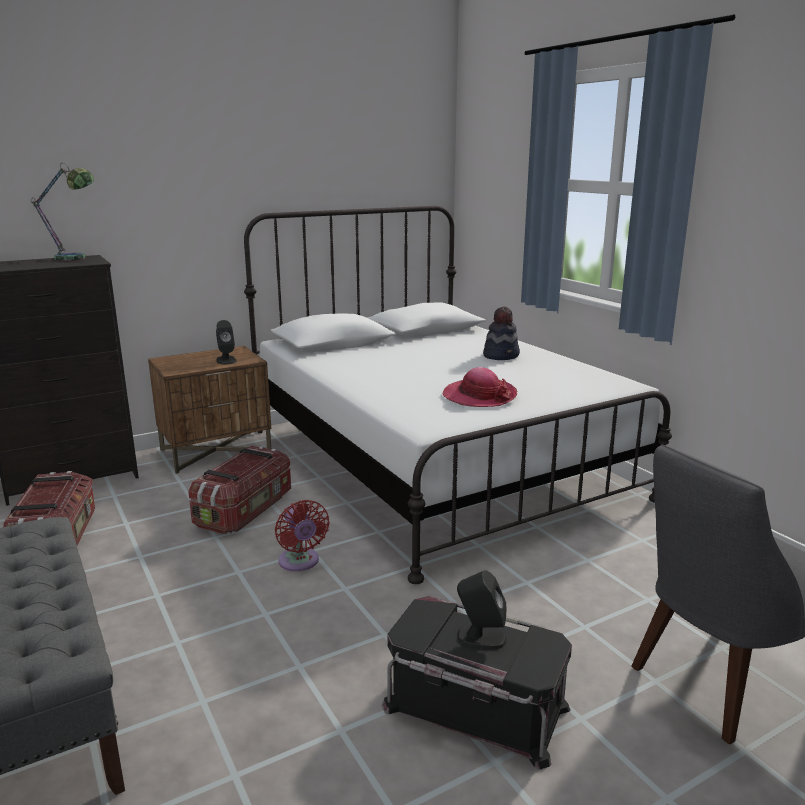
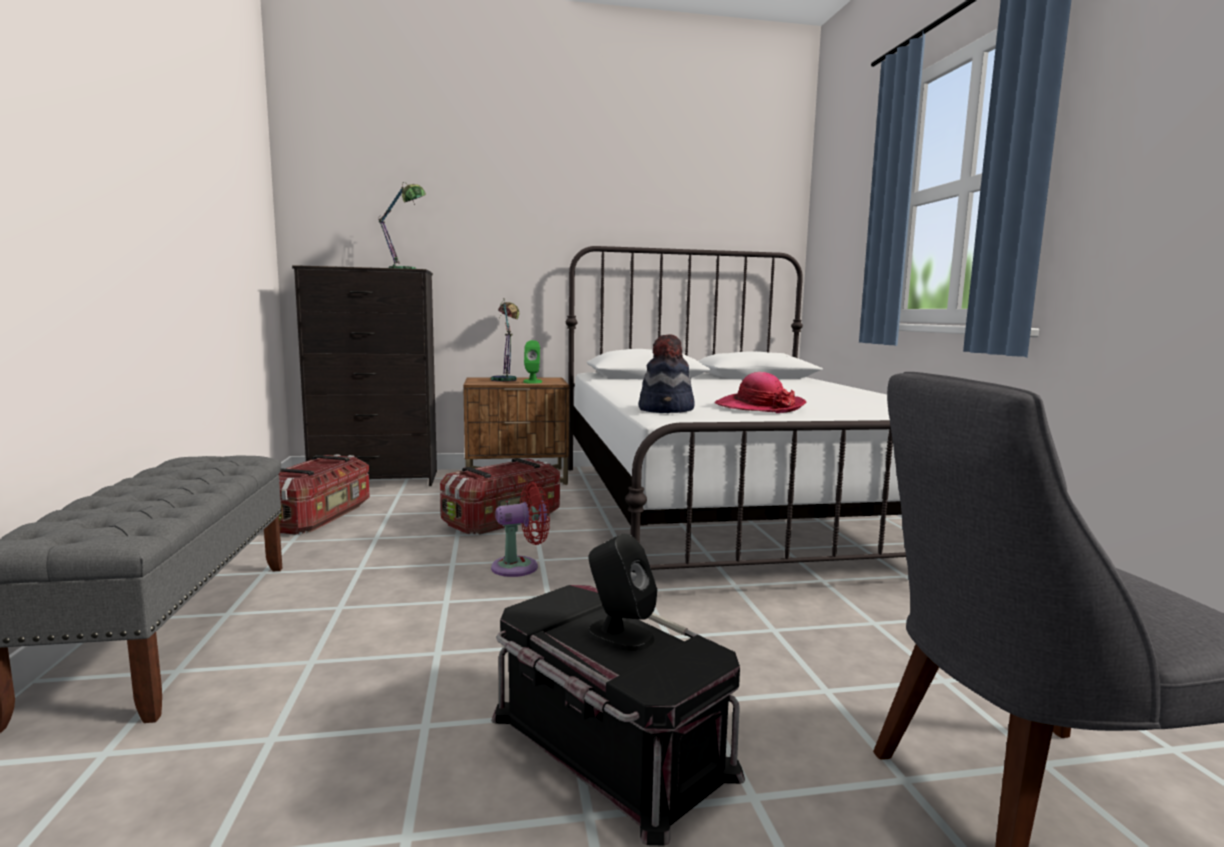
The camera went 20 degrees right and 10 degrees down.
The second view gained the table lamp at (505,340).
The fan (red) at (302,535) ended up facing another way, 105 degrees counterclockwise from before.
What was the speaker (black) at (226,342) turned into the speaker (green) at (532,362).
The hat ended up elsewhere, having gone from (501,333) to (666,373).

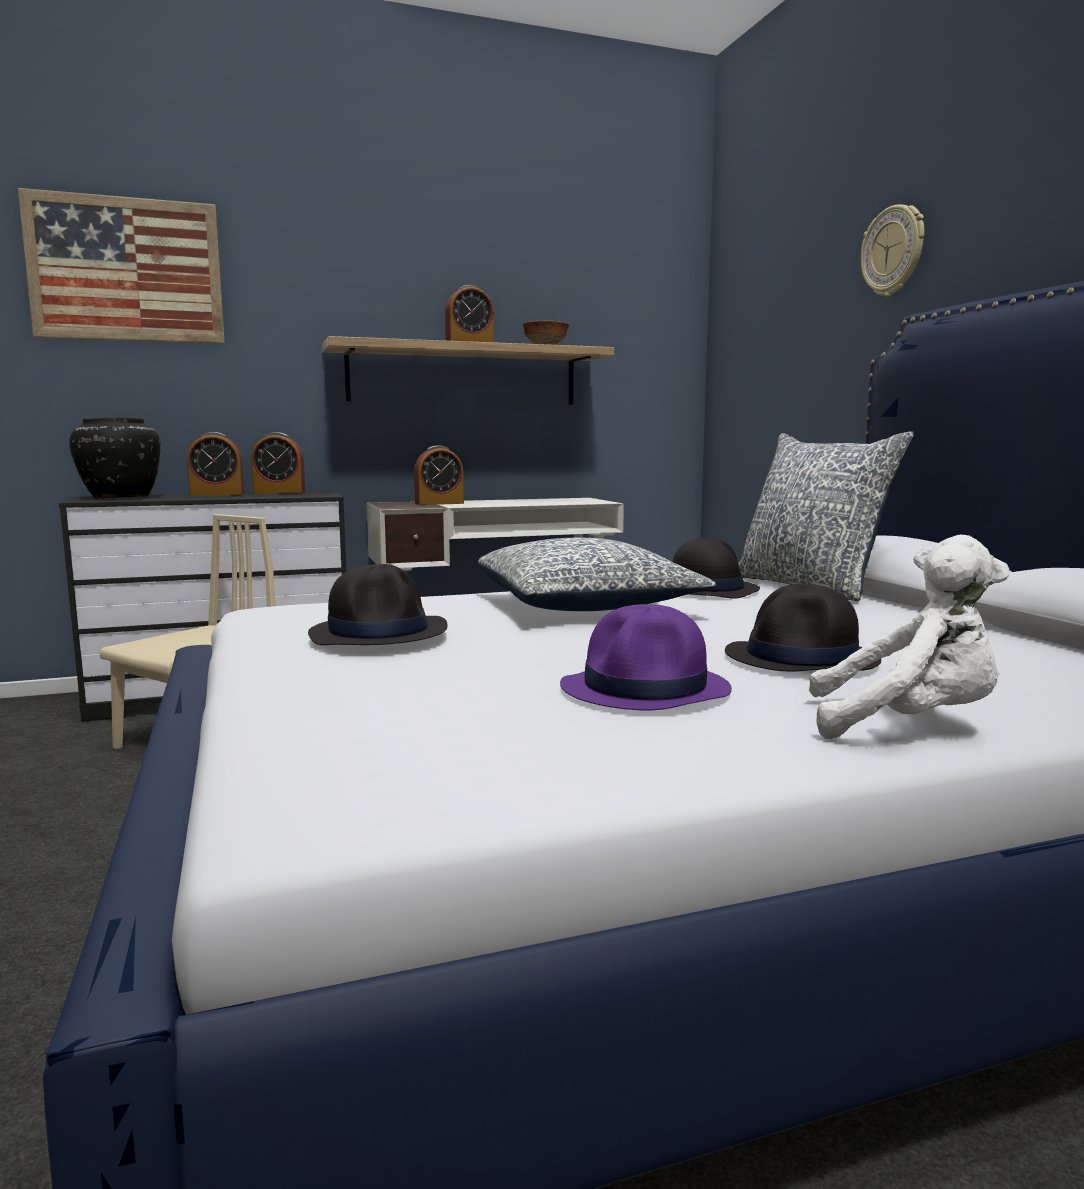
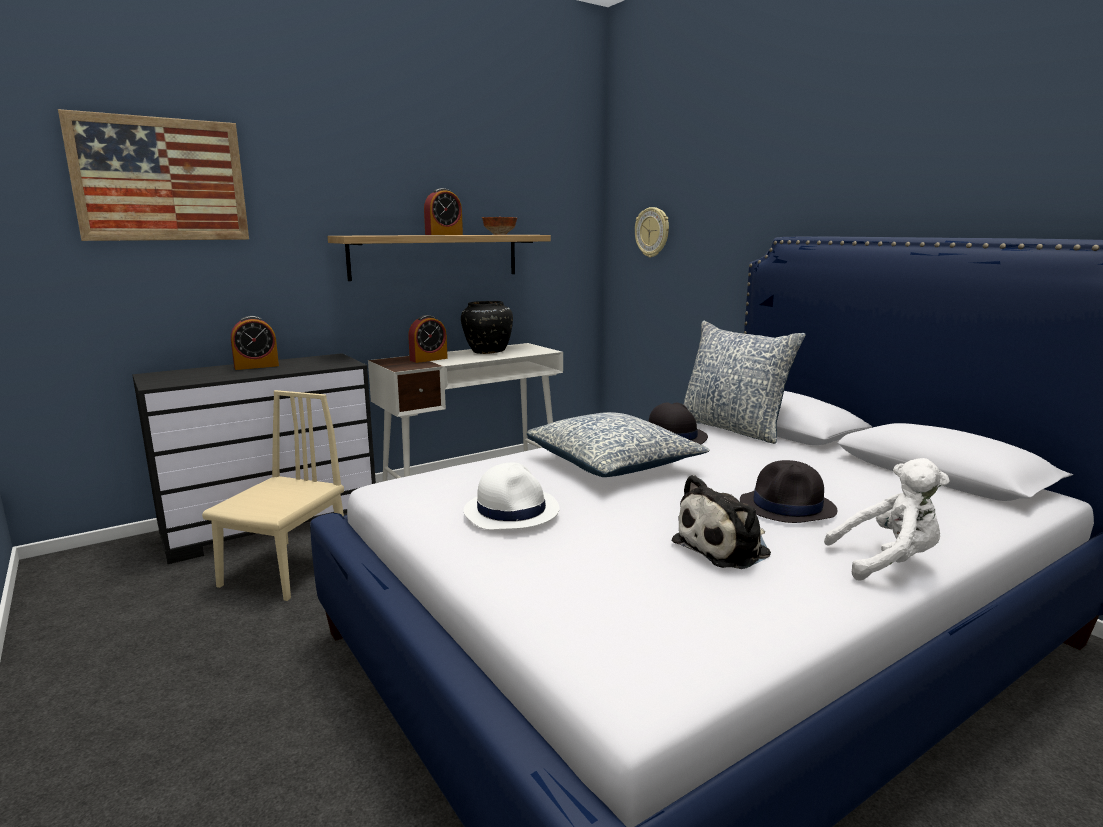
The camera went 15 degrees left and 5 degrees up.
The vase (black) ended up elsewhere, having gone from (115,457) to (487,327).
What was the hat (black) at (378,604) turned into the hat (white) at (511,496).
The wall clock ended up elsewhere, having gone from (892,250) to (652,232).
Where the hat (purple) stood at (646,657), the plush toy came to stand at (721,522).
The second view lost the alarm clock at (278,463).

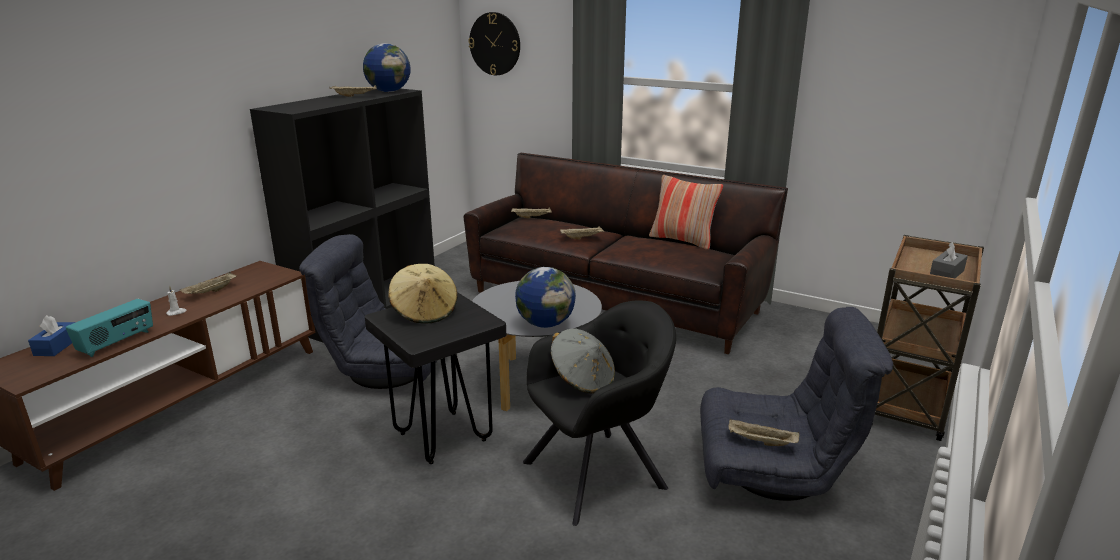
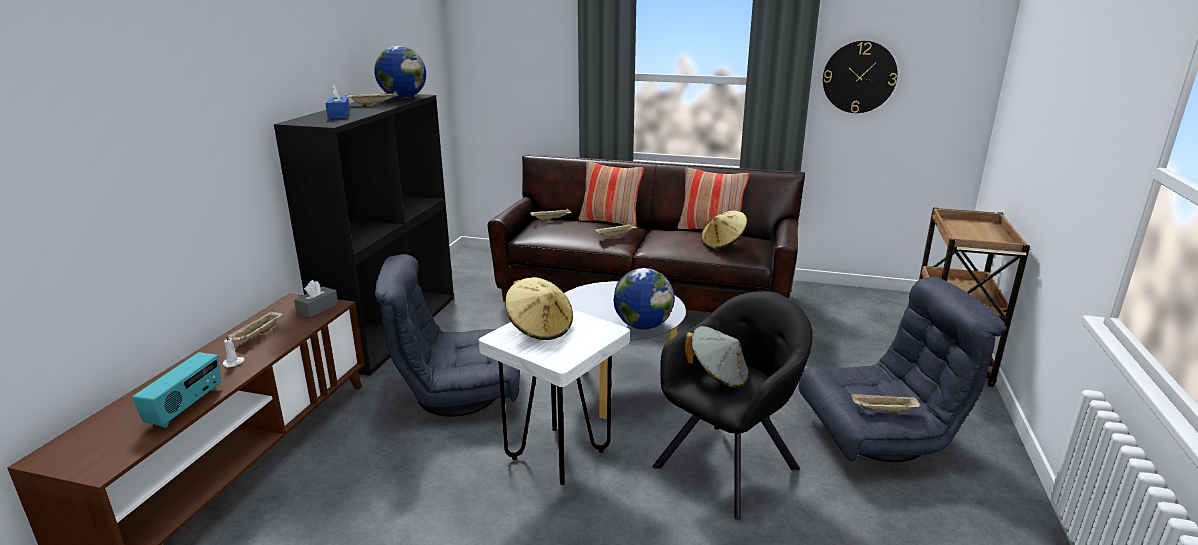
The camera went 15 degrees left and 0 degrees up.
The tissue box (grey) ended up elsewhere, having gone from (949,260) to (316,299).
The tissue box (blue) ended up elsewhere, having gone from (52,335) to (337,102).
What was the stool (black) at (435,378) turned into the stool (white) at (554,397).
The second view gained the pillow at (611,195).
The second view gained the hat (beige) at (724,230).
The wall clock ended up elsewhere, having gone from (494,43) to (860,77).

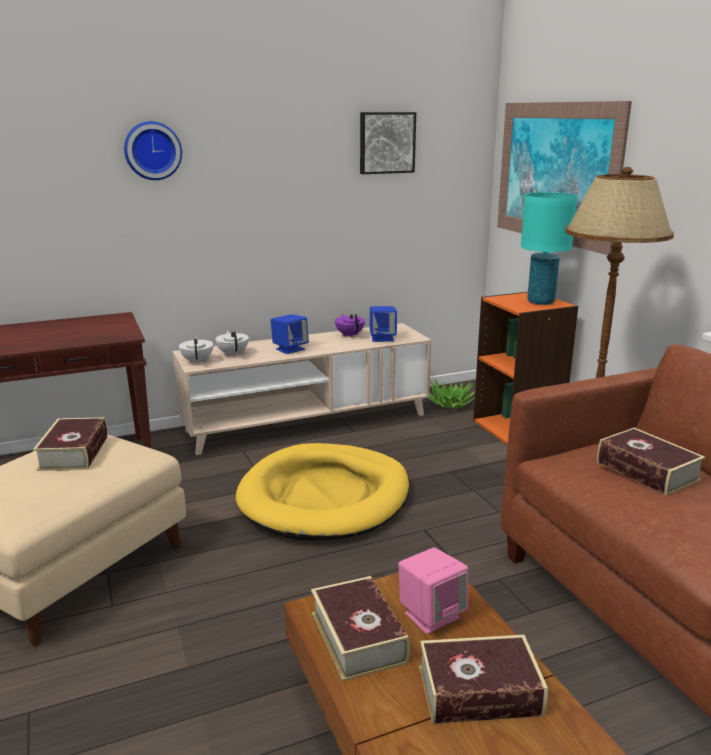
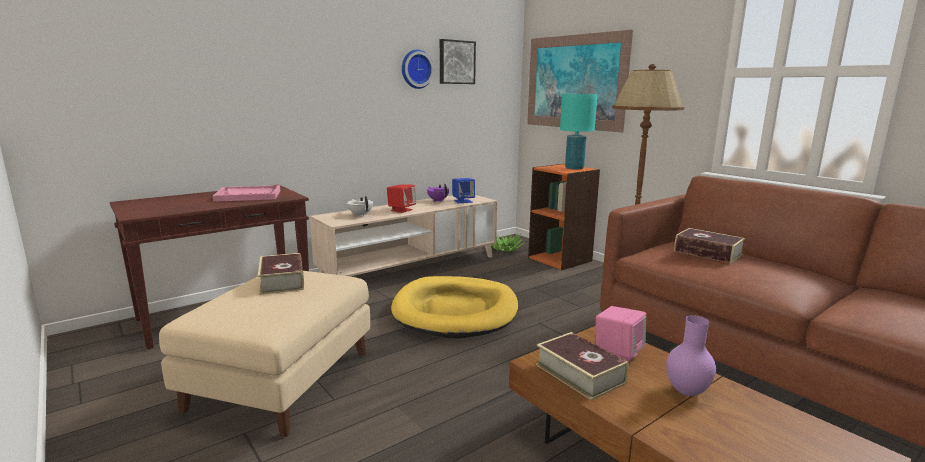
The camera went 15 degrees left and 5 degrees down.
The second view gained the tray (pink) at (246,193).
What was the speaker (blue) at (290,334) turned into the speaker (red) at (401,199).
The wall clock ended up elsewhere, having gone from (153,150) to (418,69).
Where the book stood at (483,679), the vase (purple) came to stand at (691,355).
The second view lost the teapot (white) at (196,350).

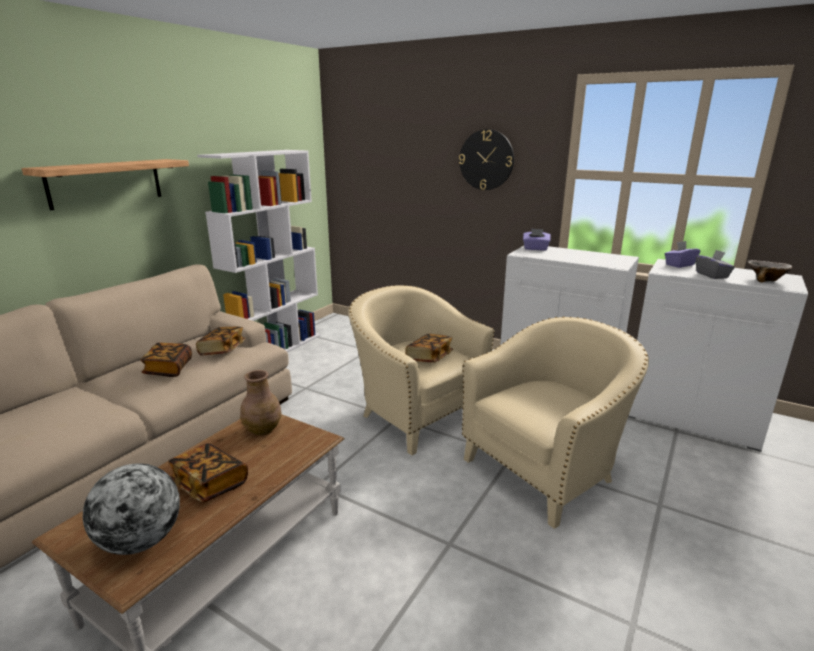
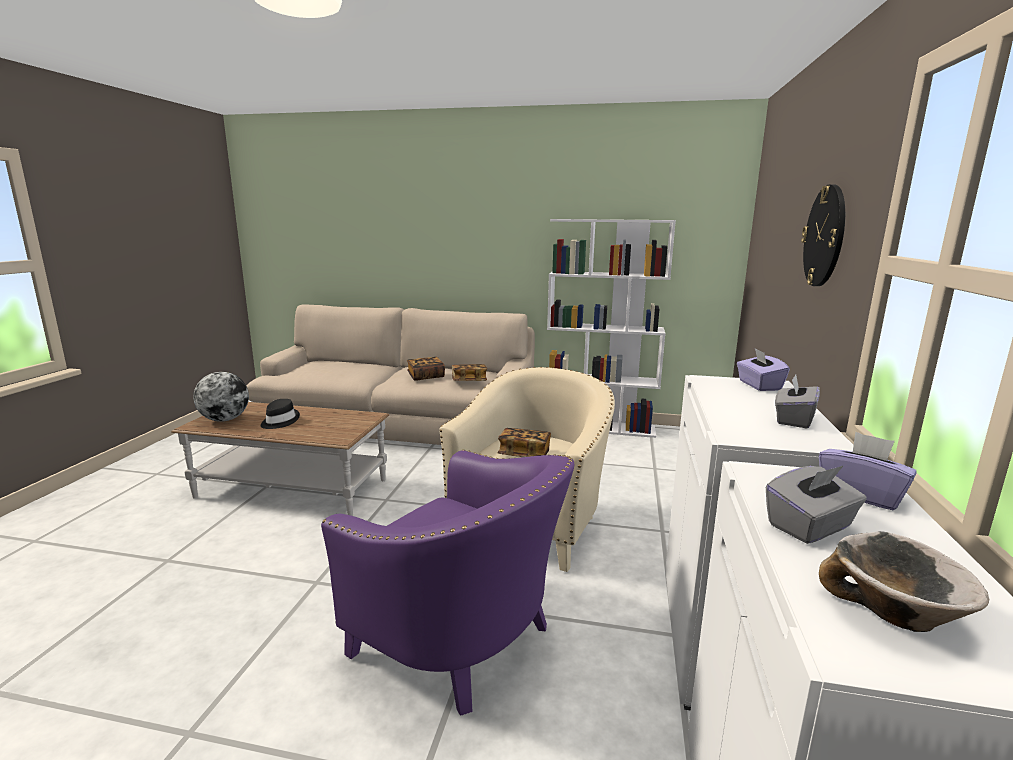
The camera went 70 degrees right and 5 degrees down.
Where the book stood at (208,473), the hat (black) came to stand at (280,414).
What was the armchair (beige) at (555,422) turned into the armchair (purple) at (447,583).
The second view gained the tissue box (grey) at (797,402).
The second view lost the shelf at (105,184).
The second view lost the vase (brown) at (260,403).

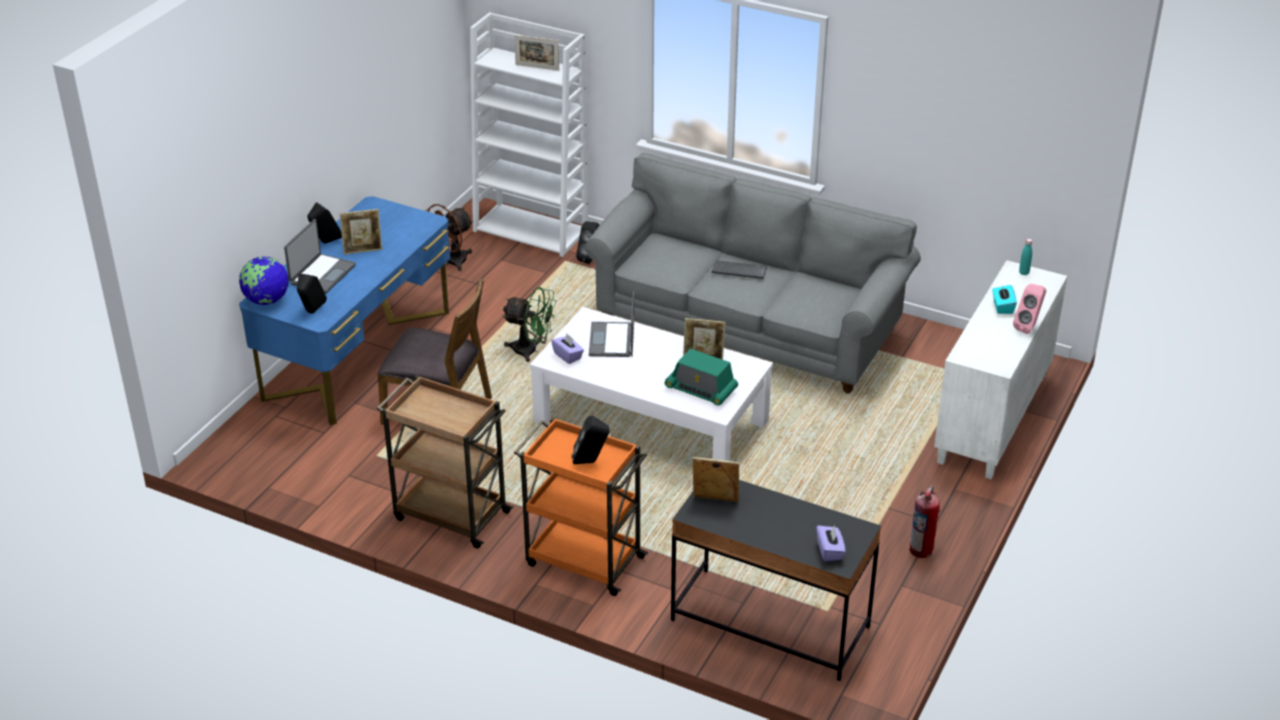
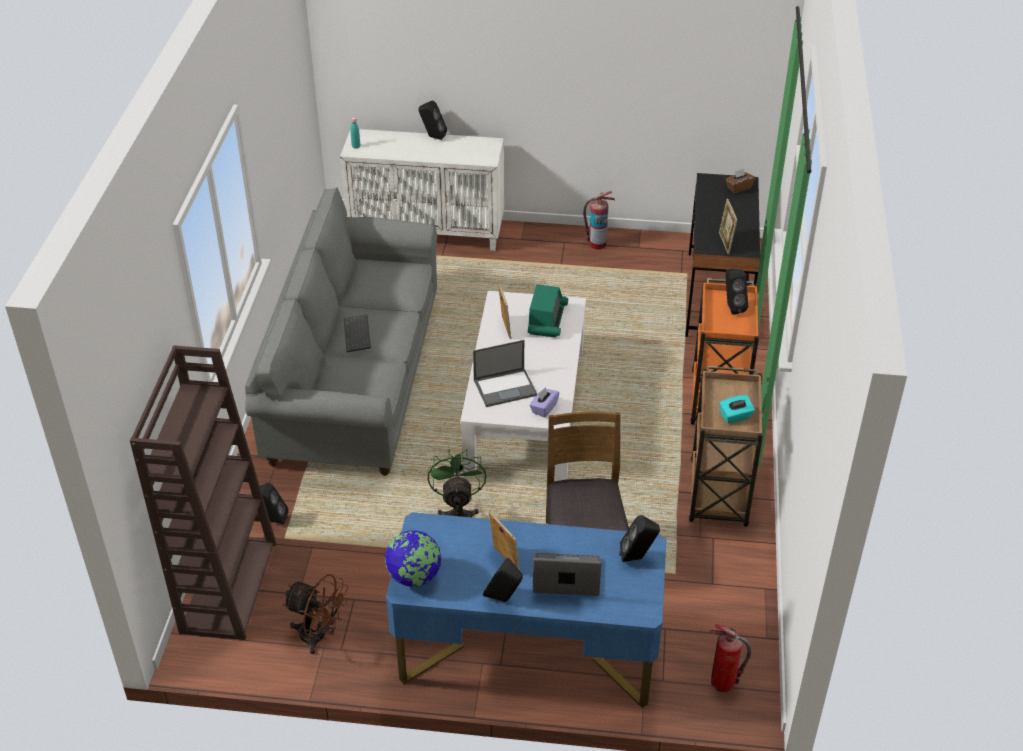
The camera went 110 degrees left and 5 degrees up.
What was the bookcase (white) at (529,134) turned into the bookcase (brown) at (203,492).
The globe ended up elsewhere, having gone from (264,281) to (413,559).
What was the speaker (pink) at (1029,309) turned into the speaker (black) at (432,120).
The second view gained the fire extinguisher at (730,658).
The tissue box (turquoise) ended up elsewhere, having gone from (1004,299) to (737,409).
What was the tissue box (purple) at (831,543) turned into the tissue box (brown) at (740,181).
The second view lost the picture frame at (536,53).

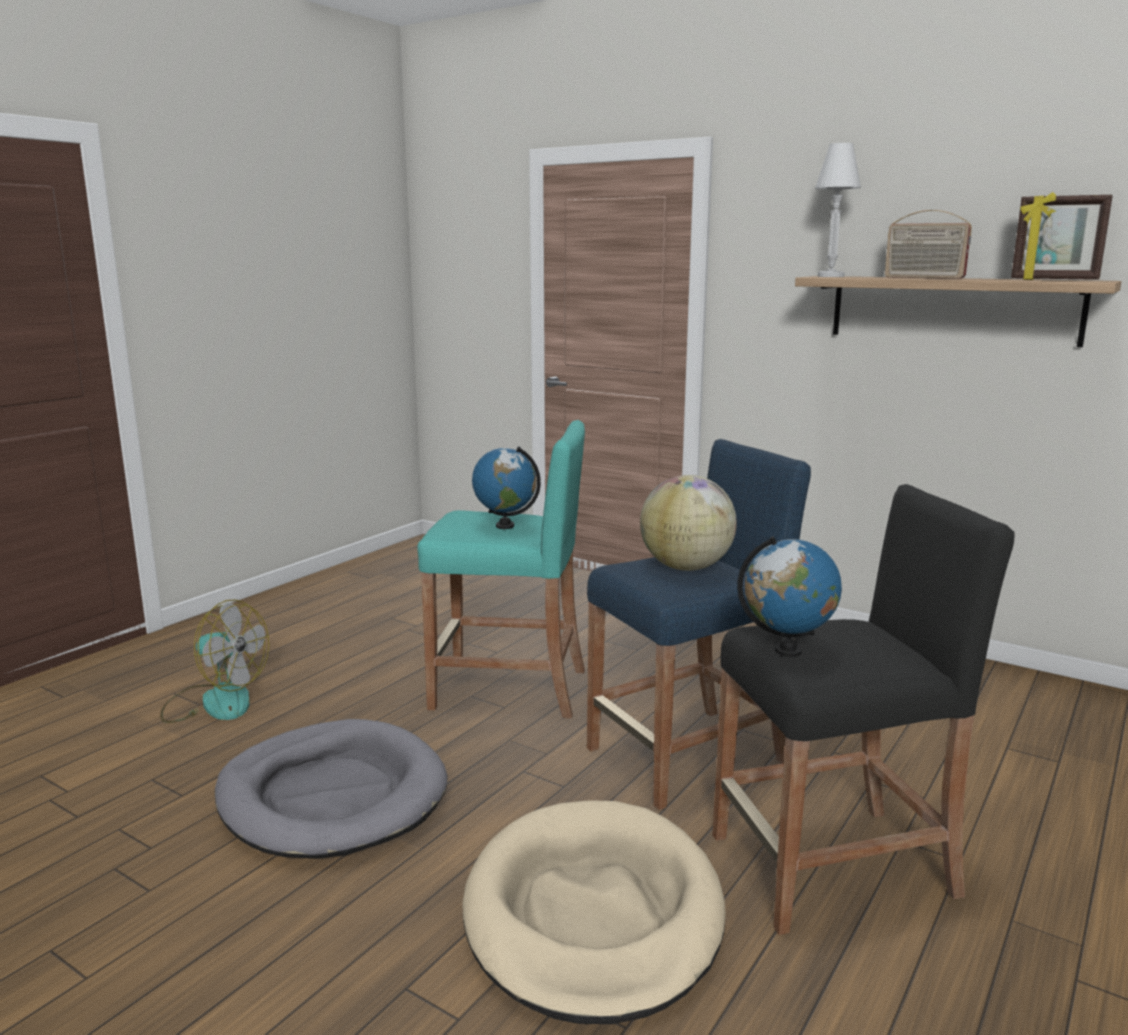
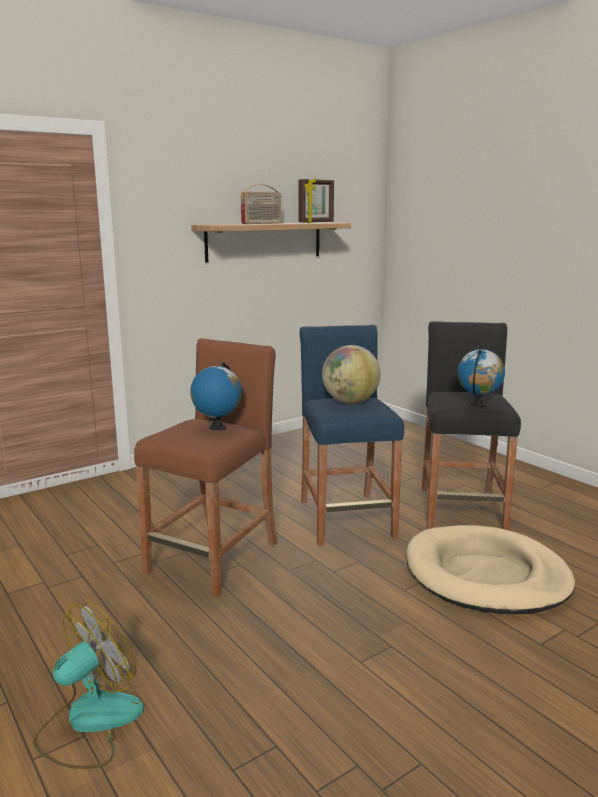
The camera went 70 degrees left and 0 degrees up.
What was the stool (turquoise) at (501,569) turned into the stool (brown) at (205,467).
The second view lost the dog bed (grey) at (331,789).
The second view lost the table lamp (white) at (838,210).

